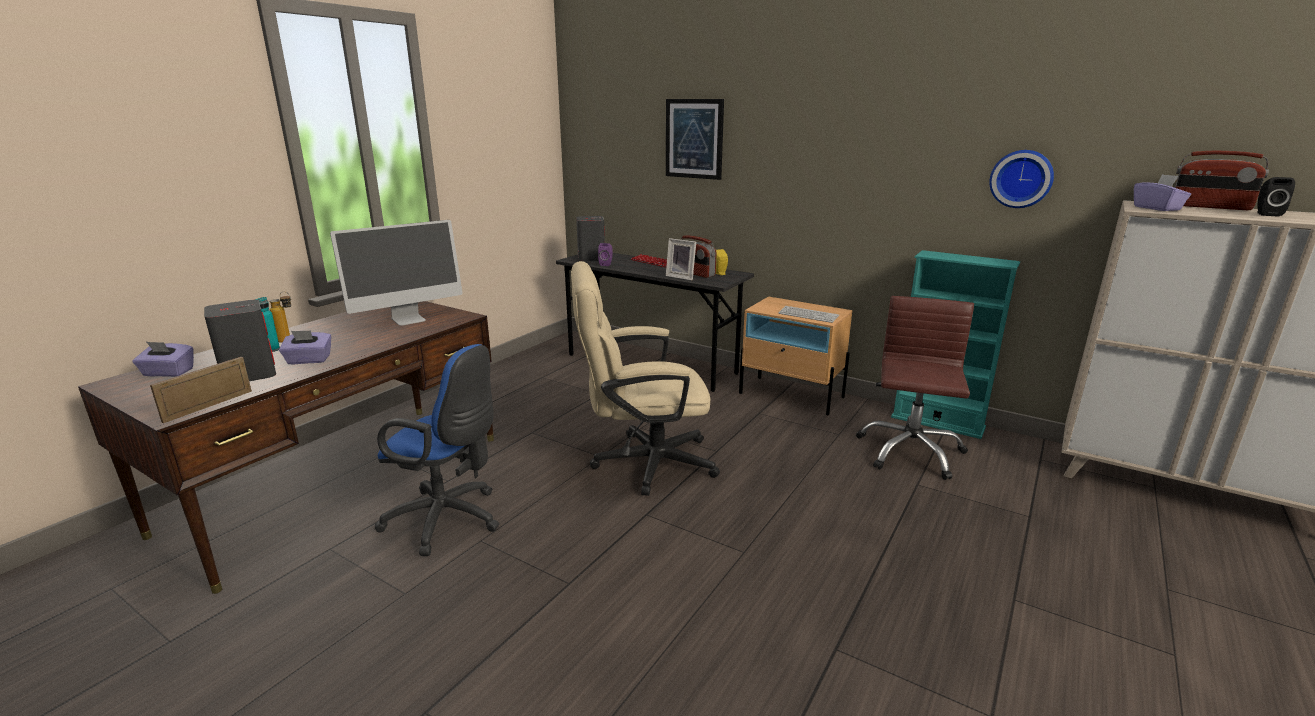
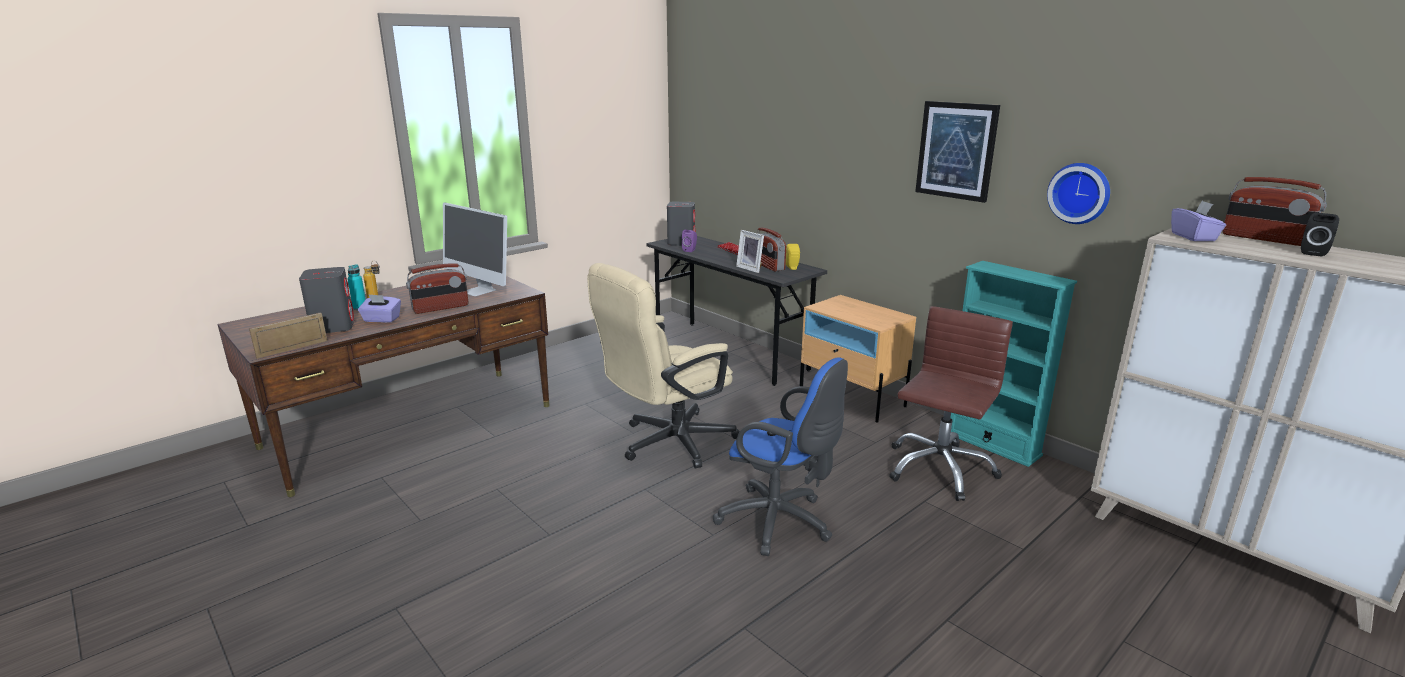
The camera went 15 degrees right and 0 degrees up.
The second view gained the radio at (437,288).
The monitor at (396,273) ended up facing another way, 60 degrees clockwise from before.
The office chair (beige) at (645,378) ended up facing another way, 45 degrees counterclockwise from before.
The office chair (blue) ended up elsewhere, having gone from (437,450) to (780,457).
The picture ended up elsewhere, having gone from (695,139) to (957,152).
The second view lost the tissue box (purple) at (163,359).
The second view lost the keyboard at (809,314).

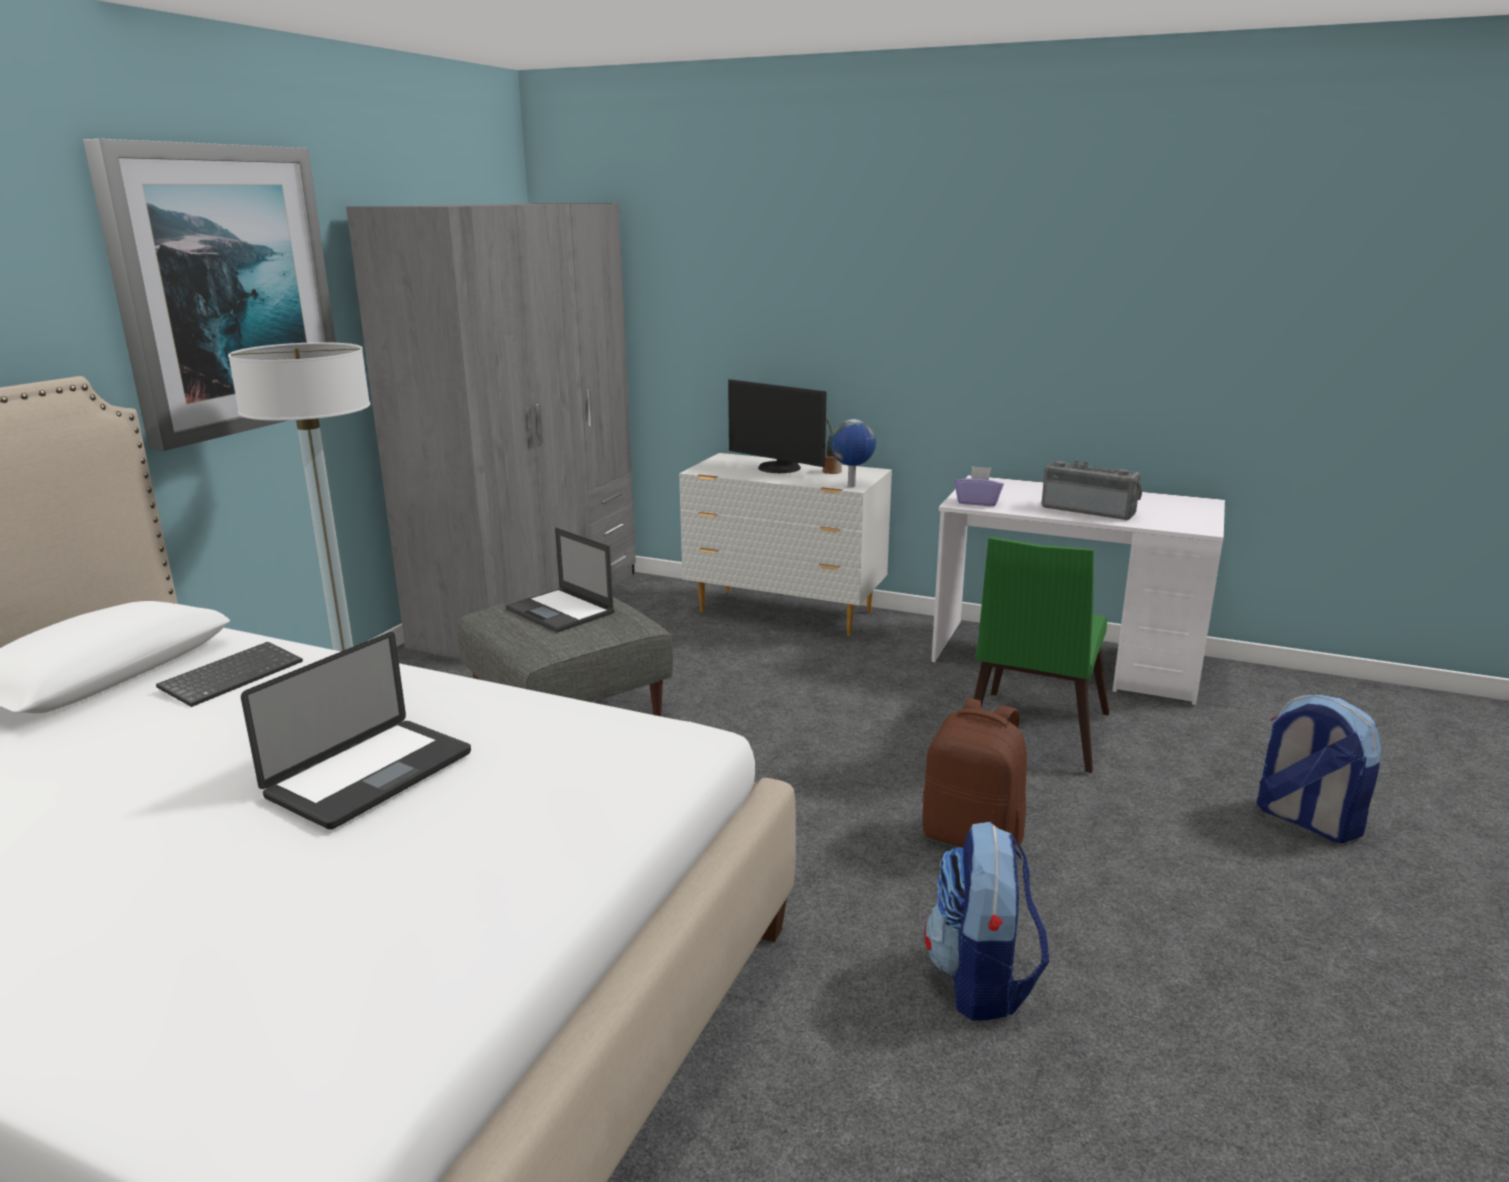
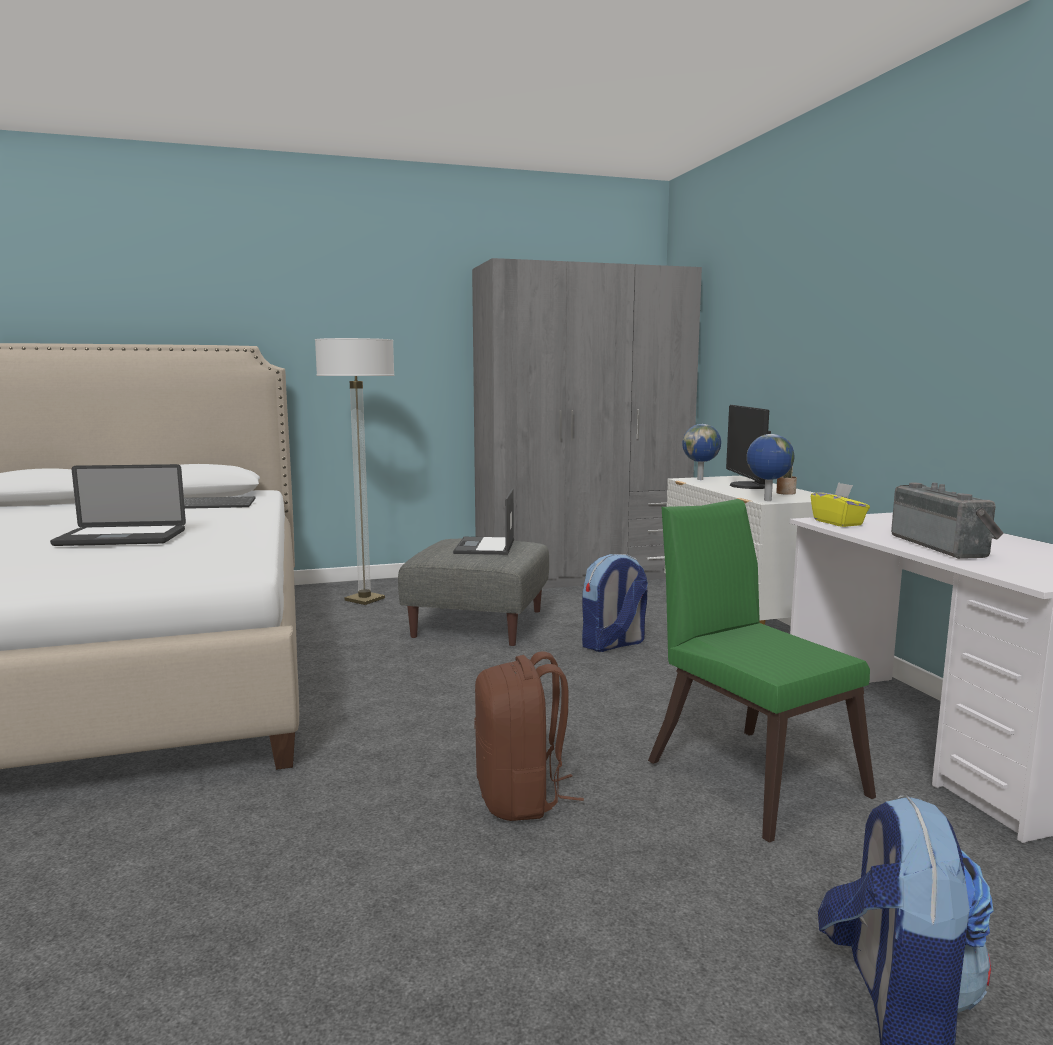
The camera went 50 degrees right and 10 degrees down.
The backpack ended up elsewhere, having gone from (986,921) to (615,603).
The chair (green) at (1041,655) ended up facing another way, 75 degrees clockwise from before.
The second view gained the globe at (701,452).
What was the tissue box (purple) at (979,486) turned into the tissue box (yellow) at (840,504).
The second view lost the picture at (209,295).

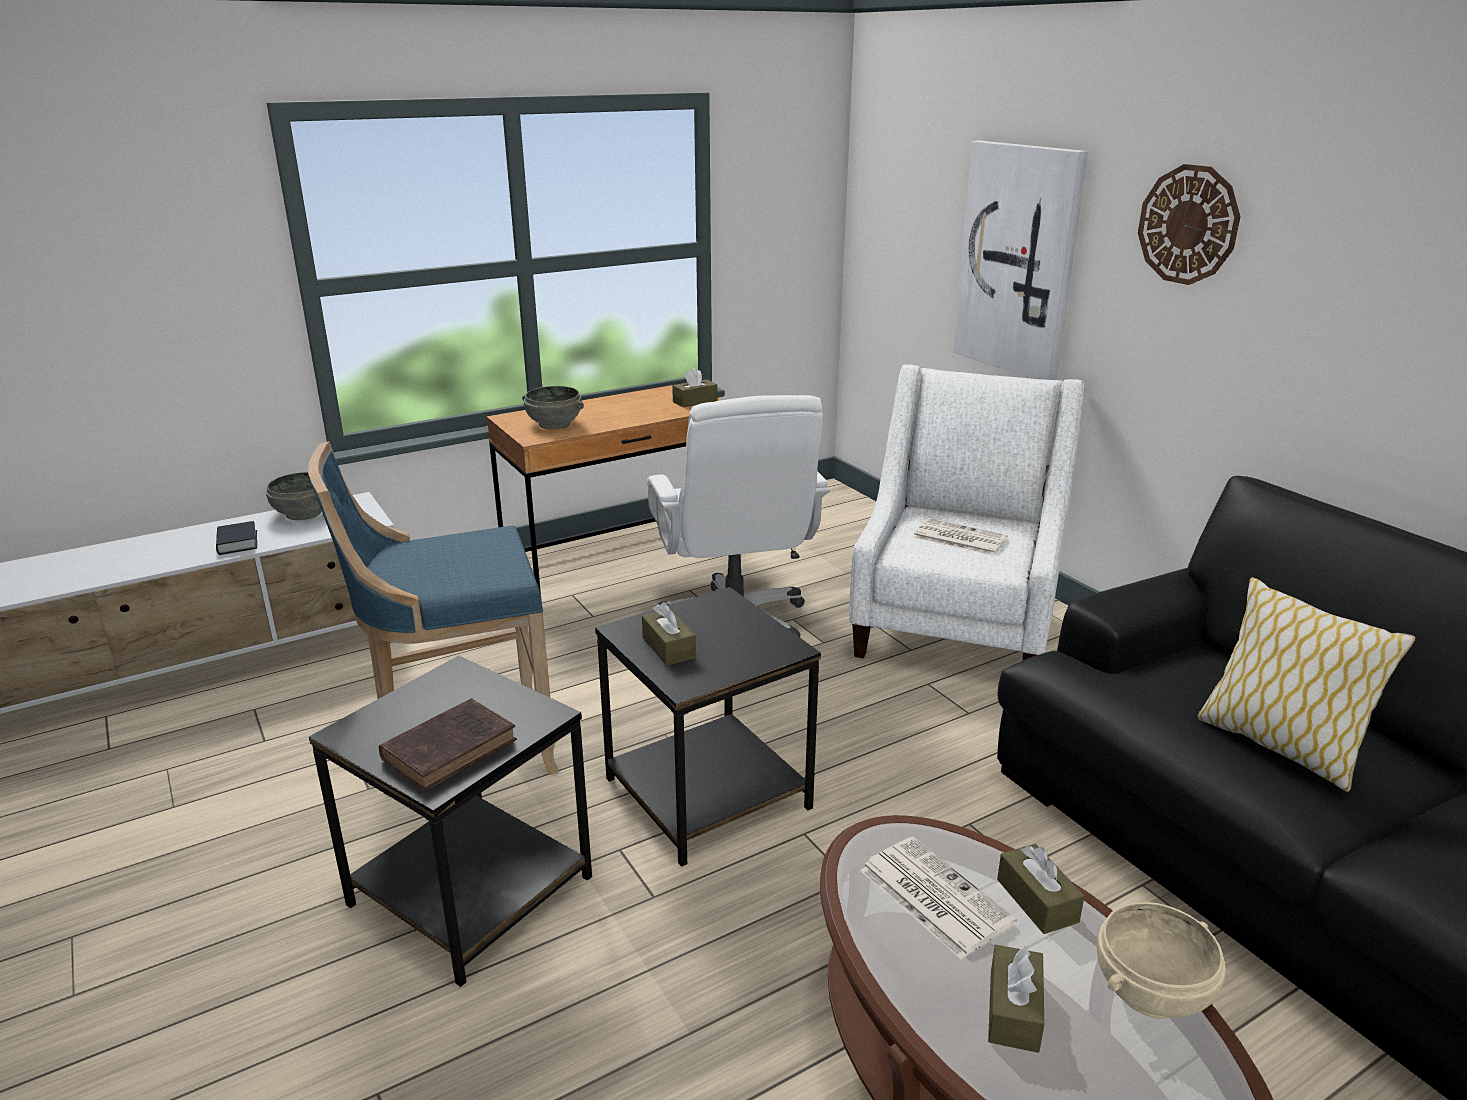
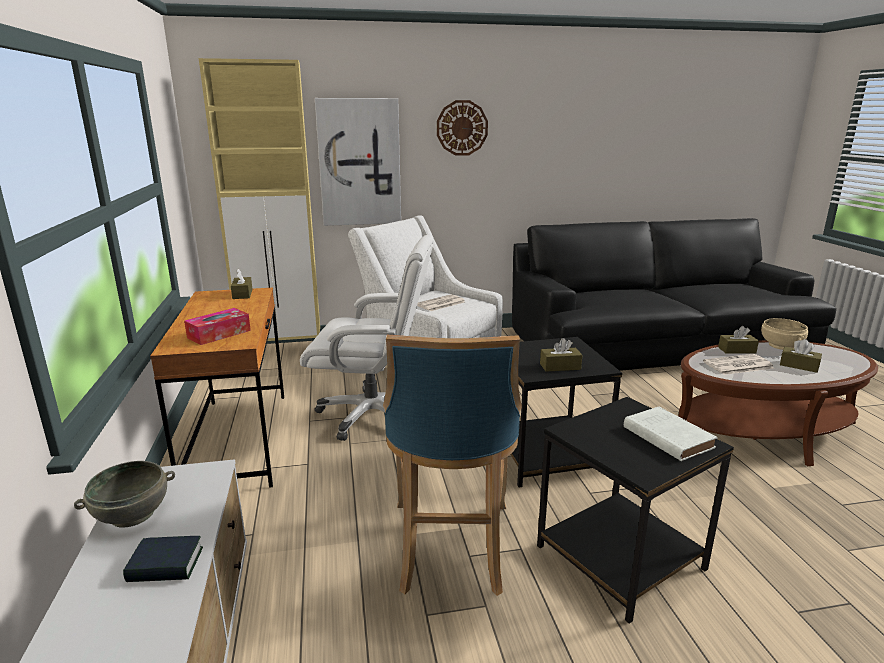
The camera went 70 degrees left and 5 degrees down.
Where the bowl (grey) stood at (553,407), the tissue box came to stand at (217,326).
The second view gained the cabinet (beige) at (259,199).
What was the book (brown) at (448,744) turned into the book (white) at (671,434).
The second view lost the pillow at (1306,684).

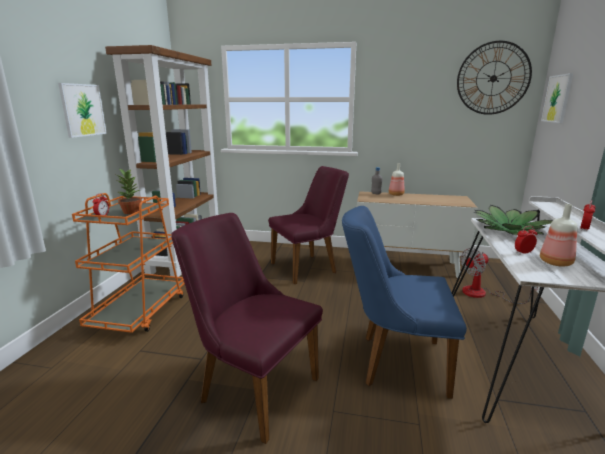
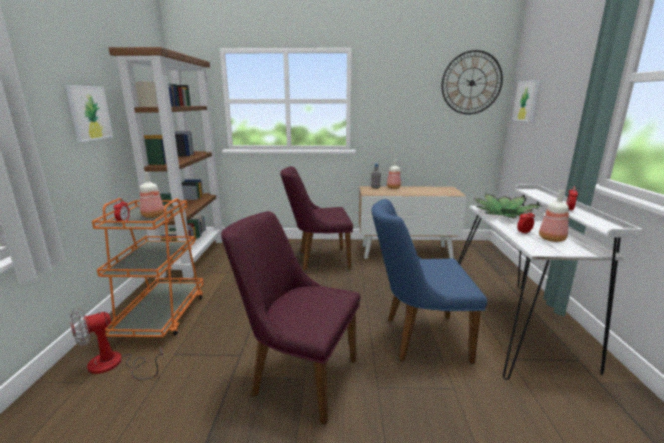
The camera went 10 degrees left and 0 degrees up.
The fan ended up elsewhere, having gone from (499,276) to (117,344).
Where the potted plant stood at (129,191), the bottle came to stand at (152,195).
The chair (purple) at (308,225) ended up facing another way, 150 degrees counterclockwise from before.

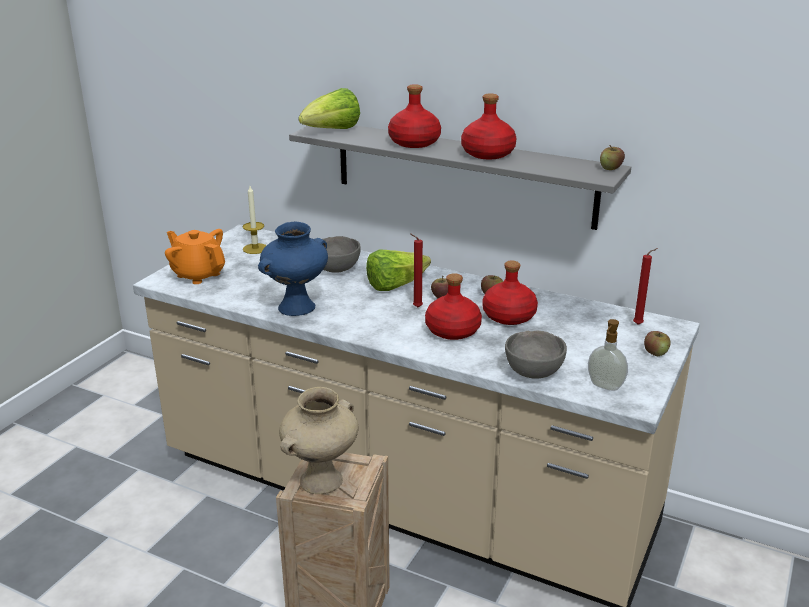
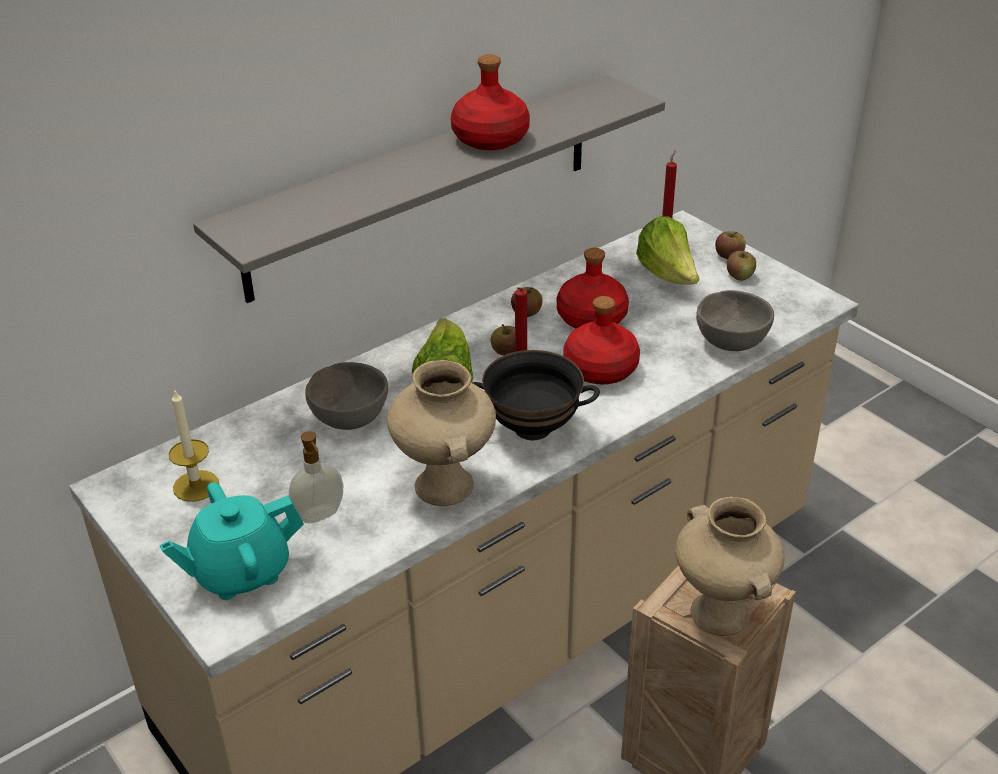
The camera went 65 degrees left and 10 degrees up.
What was the teapot (orange) at (195,256) turned into the teapot (turquoise) at (232,541).
The soap dispenser ended up elsewhere, having gone from (608,355) to (316,477).
What was the vase (blue) at (293,269) turned into the vase (beige) at (441,433).
The second view gained the bowl (black) at (535,395).
The lettuce ended up elsewhere, having gone from (329,108) to (667,250).
The apple ended up elsewhere, having gone from (612,157) to (741,266).
The second view lost the bottle (red) at (414,116).

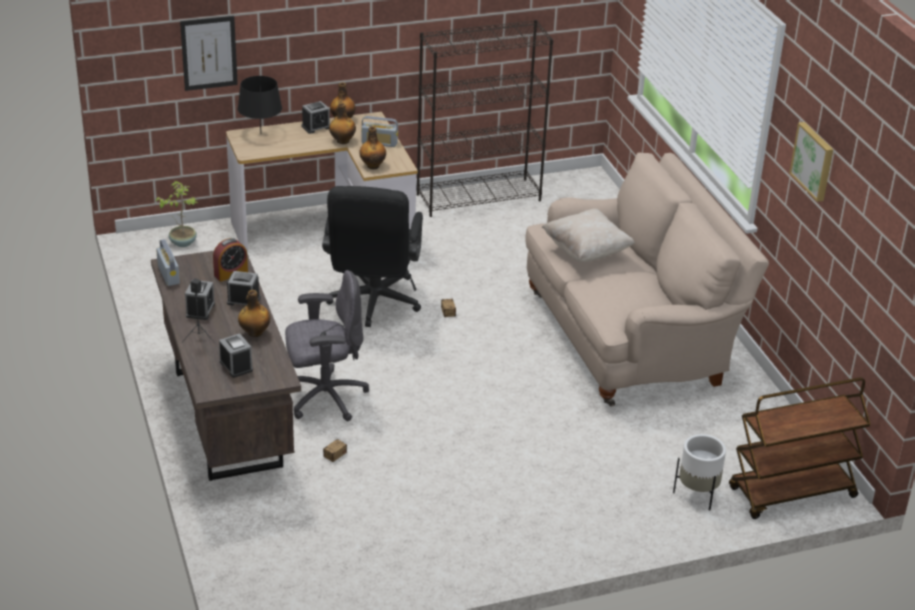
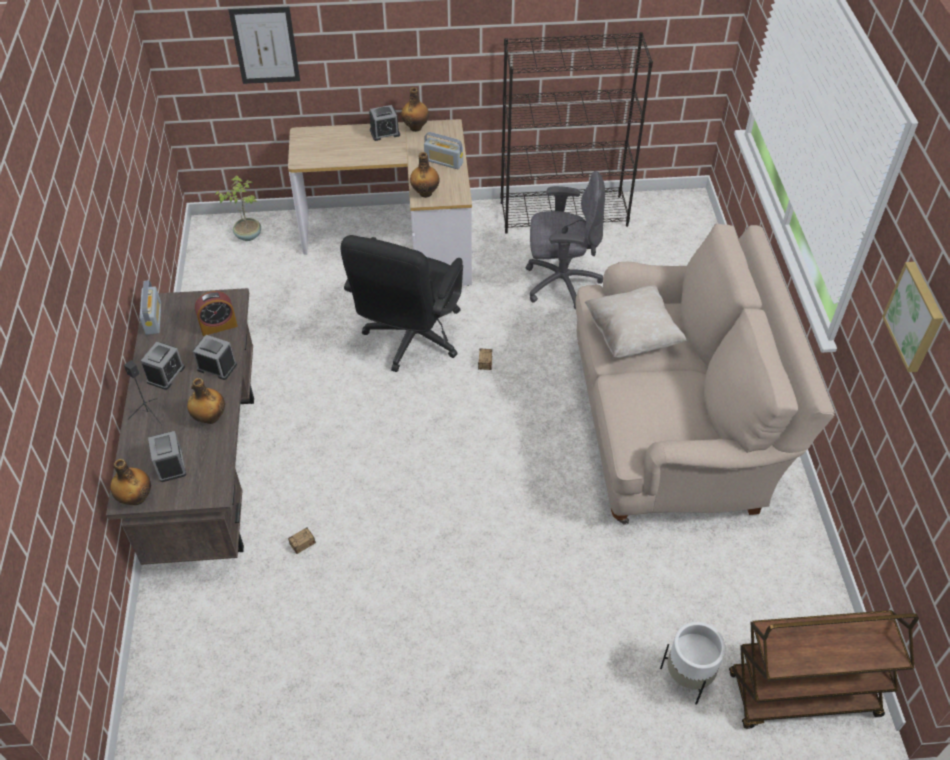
The camera went 15 degrees right and 15 degrees up.
The bottle ended up elsewhere, having gone from (342,123) to (130,482).
The office chair (grey) ended up elsewhere, having gone from (327,345) to (565,240).
The second view lost the table lamp (black) at (260,104).

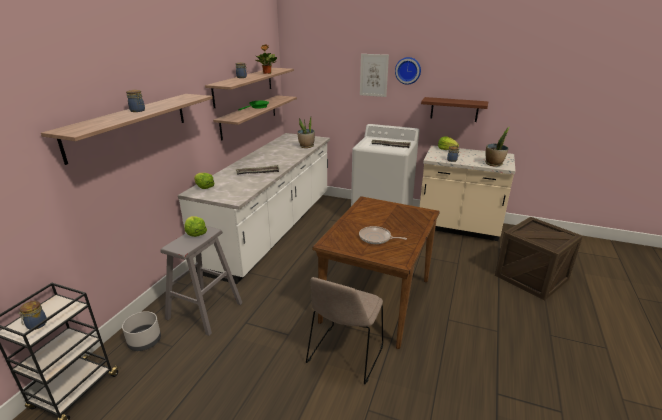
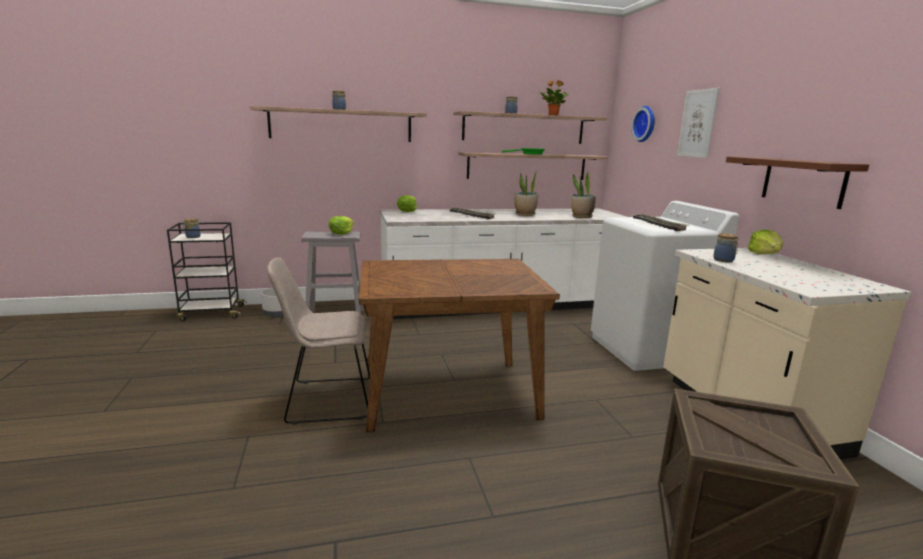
The camera went 55 degrees right and 10 degrees down.
The potted plant ended up elsewhere, having gone from (497,147) to (526,193).
The wall clock ended up elsewhere, having gone from (408,71) to (643,124).
The second view lost the frying pan at (383,235).

